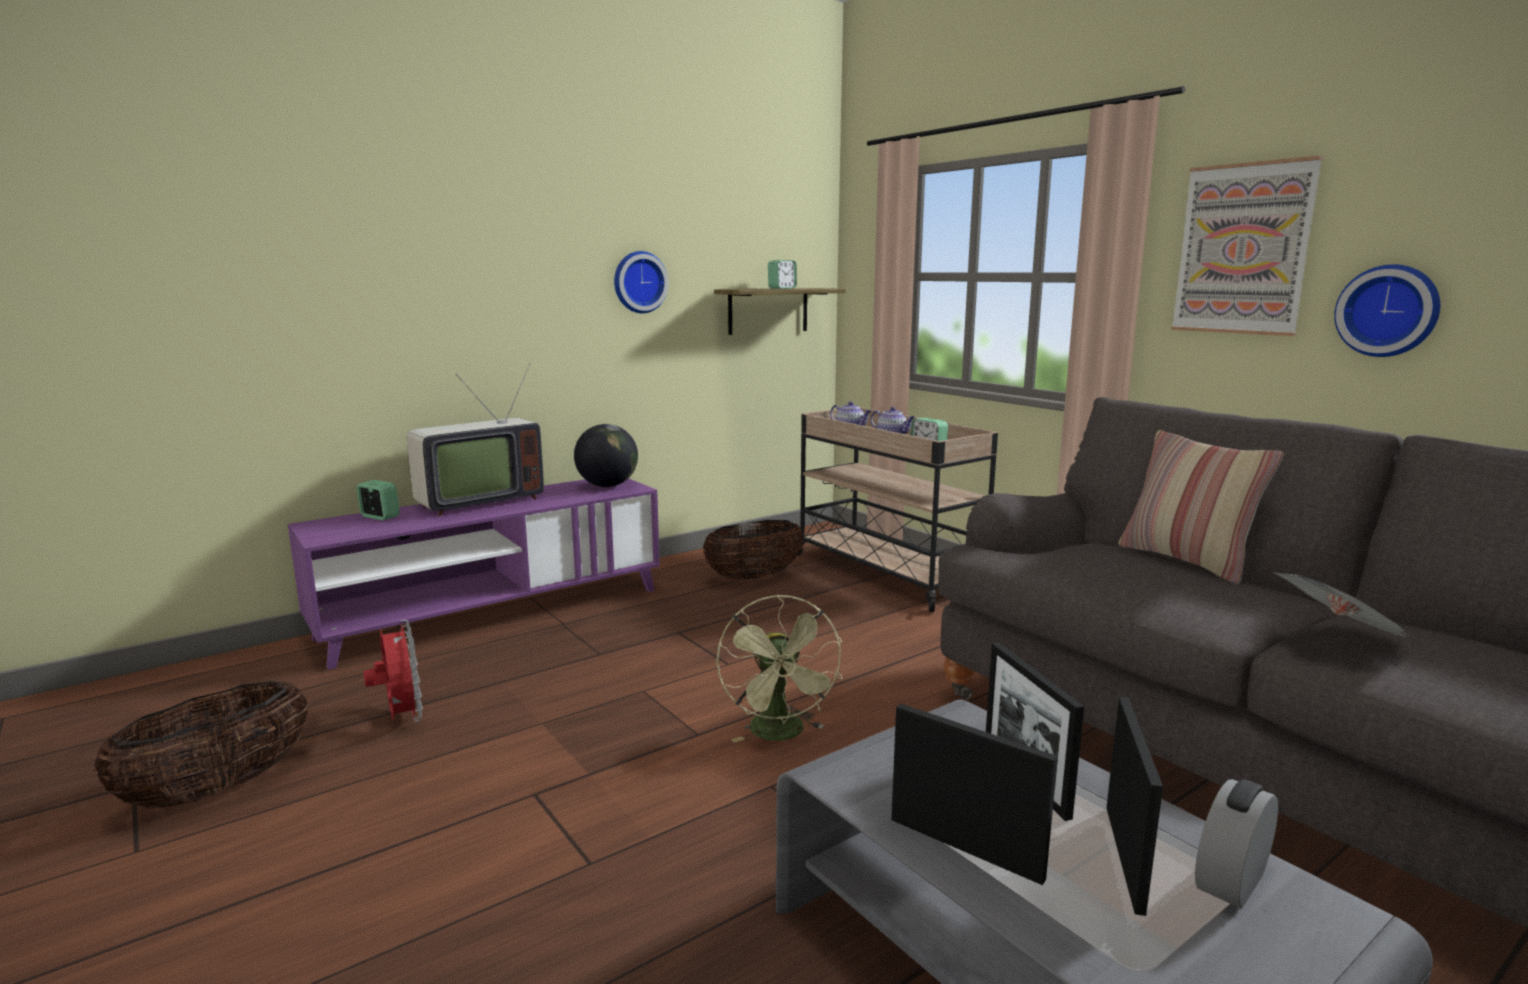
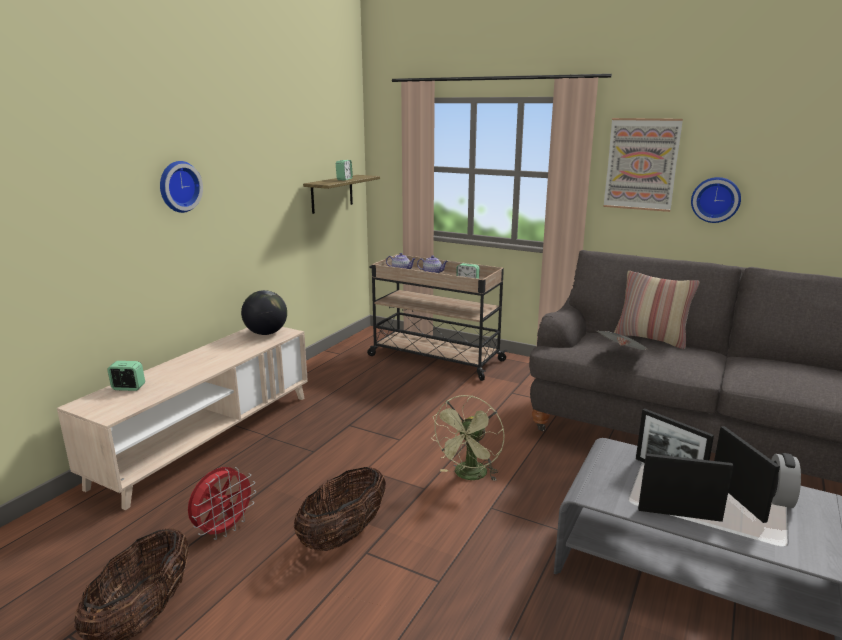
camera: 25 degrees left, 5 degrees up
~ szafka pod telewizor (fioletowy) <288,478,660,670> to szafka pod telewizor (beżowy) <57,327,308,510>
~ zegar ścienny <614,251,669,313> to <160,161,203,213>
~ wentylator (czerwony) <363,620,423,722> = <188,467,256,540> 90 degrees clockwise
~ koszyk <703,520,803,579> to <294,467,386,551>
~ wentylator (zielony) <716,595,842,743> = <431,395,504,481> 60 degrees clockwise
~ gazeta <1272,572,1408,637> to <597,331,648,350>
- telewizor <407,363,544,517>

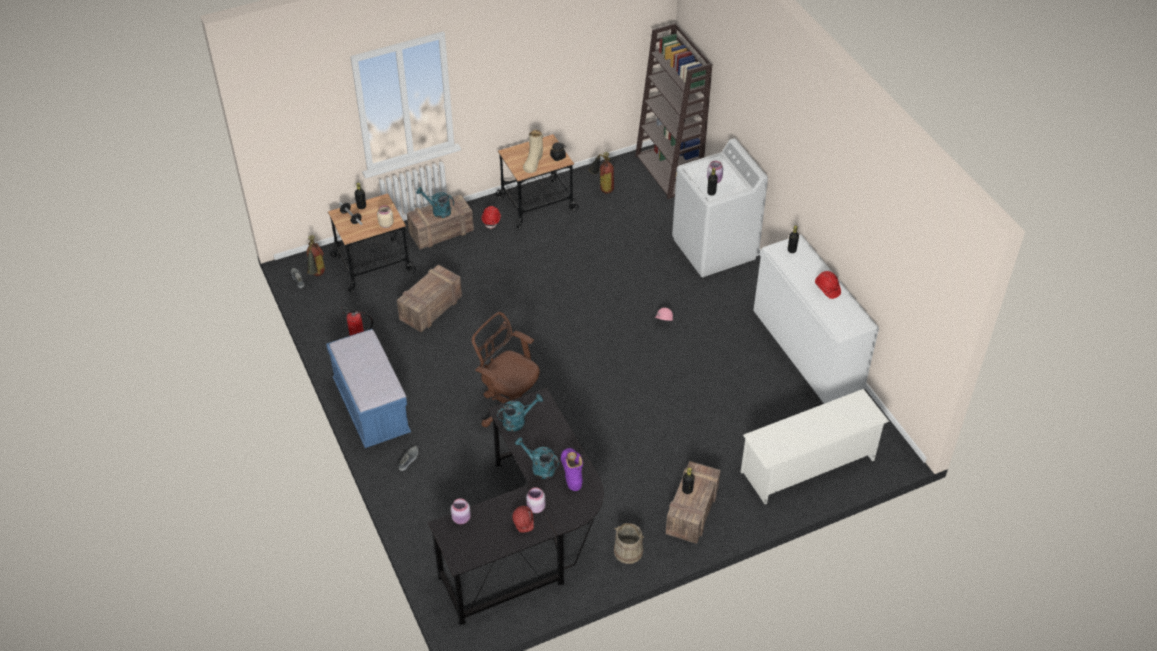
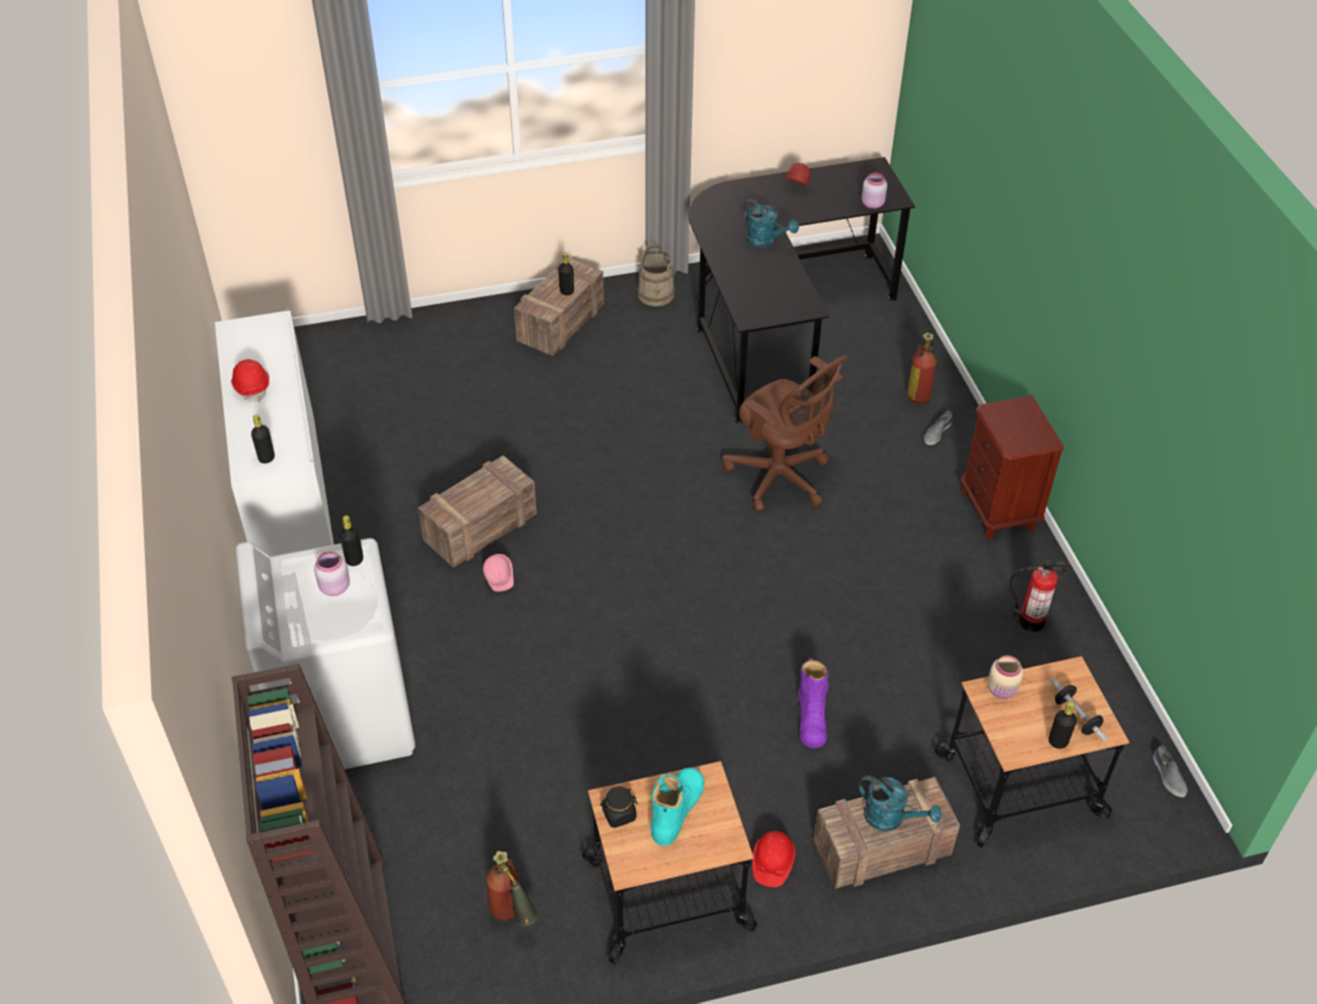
camera: 170 degrees left, 0 degrees up
~ skrzynka <397,264,462,332> to <418,455,537,568>
~ but z cholewką (beżowy) <523,129,543,173> to but z cholewką (turkusowy) <650,768,704,846>
~ but z cholewką (fioletowy) <561,448,583,491> to <798,658,829,748>
~ gaśnica <307,235,325,276> to <907,333,937,404>
~ ławka (niebieski) <326,329,411,448> to szafka nocna (brązowy) <961,395,1064,540>
- konewka (turkusowy) <497,394,543,431>
- słoik (różowy) <526,487,546,513>
- regał na buty (biały) <741,389,889,504>

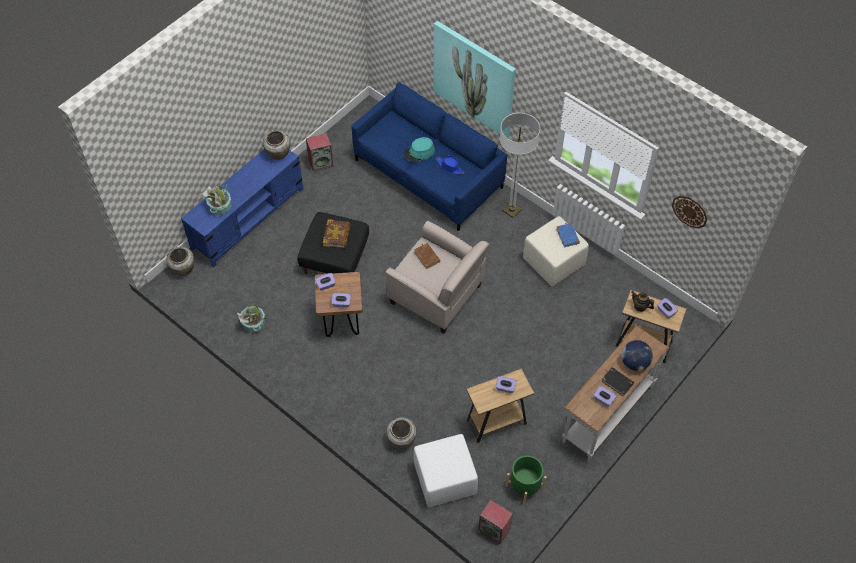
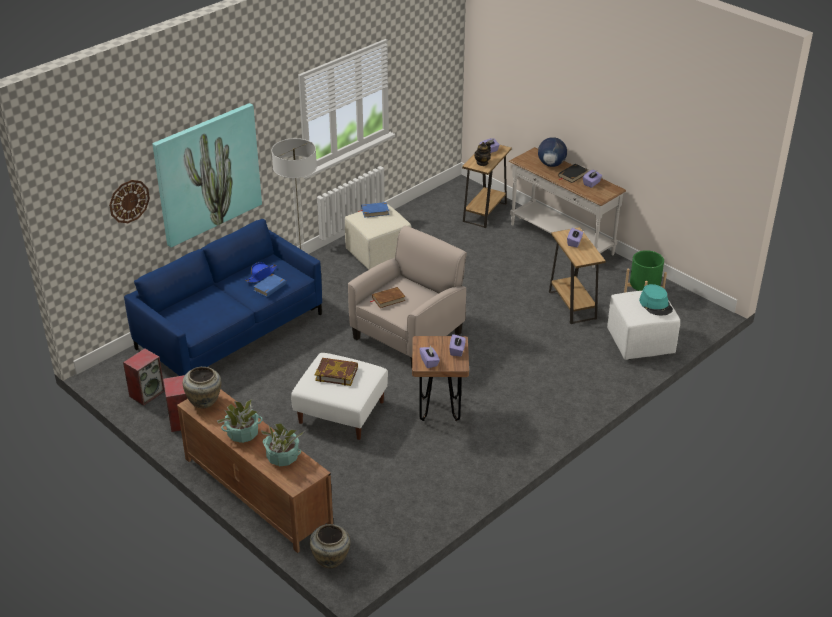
camera: 85 degrees left, 20 degrees down
~ zegar ścienny <672,196,707,229> to <109,180,150,223>
~ głośnik <478,500,513,544> to <123,348,165,406>
~ szafka pod telewizor (niebieski) <181,149,303,268> to szafka pod telewizor (brązowy) <177,389,333,553>
~ roślina doniczkowa <237,301,270,333> to <217,399,263,443>
+ książka (niebieski) <253,274,286,297>
~ pufa (czarny) <297,212,369,274> to pufa (biały) <291,353,388,440>
~ kapelusz (turkusowy) <404,137,435,162> to <639,284,673,315>
- wazon (beżowy) <386,417,417,449>

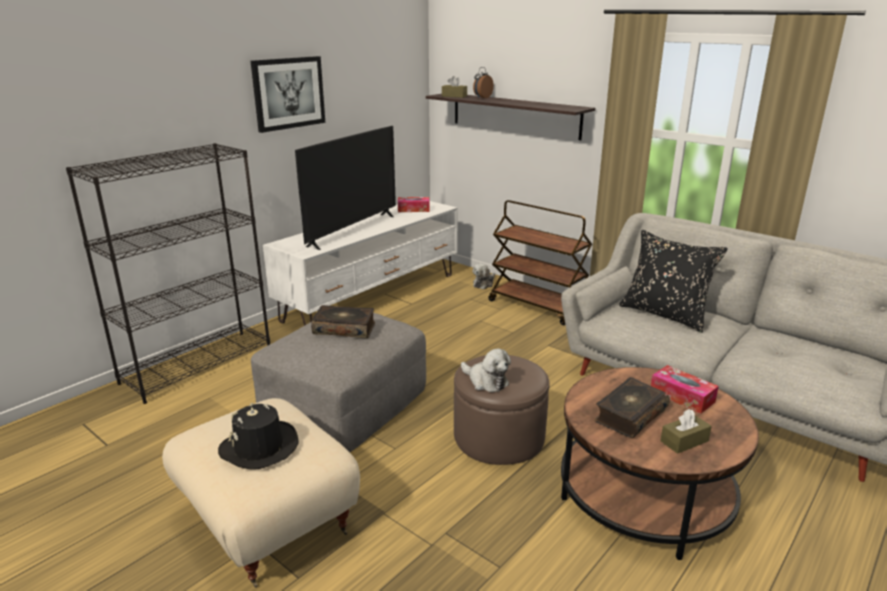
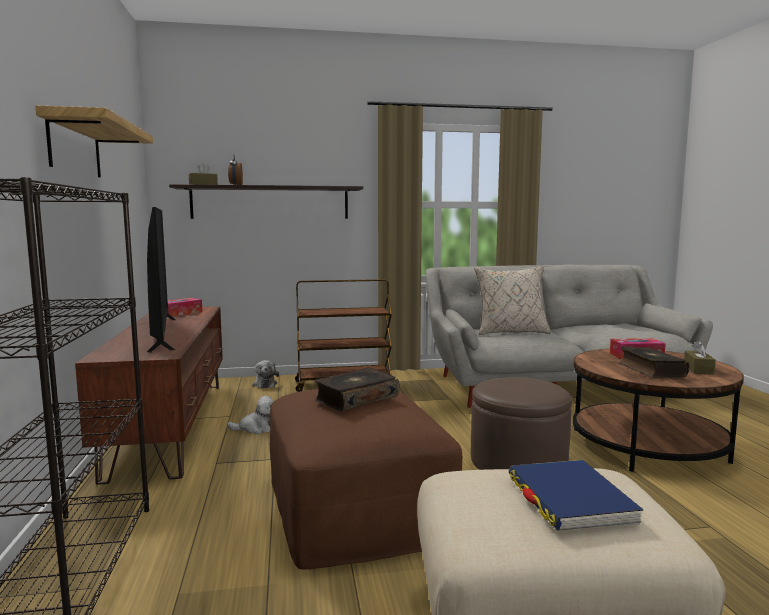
camera: 50 degrees left, 15 degrees down
~ obraz <251,56,325,133> to półka <35,106,153,177>
~ szafka pod telewizor (biały) <263,201,458,326> to szafka pod telewizor (brązowy) <75,307,223,485>
~ pluszak <461,348,511,392> to <227,396,273,434>
~ pufa (szary) <251,313,426,452> to pufa (brązowy) <270,389,462,569>
~ poduszka (czarny) <619,230,728,333> to poduszka (beżowy) <474,266,551,335>
~ kapelusz (czarny) <218,403,299,470> to książka (niebieski) <509,460,644,531>

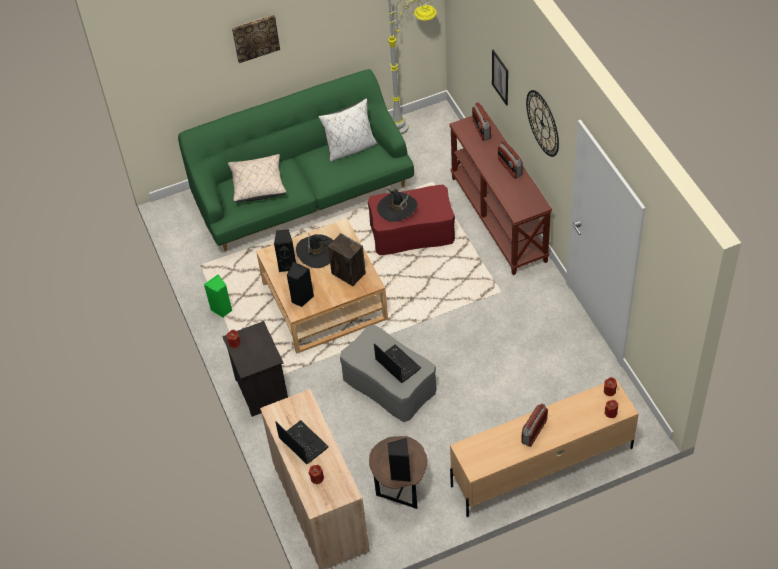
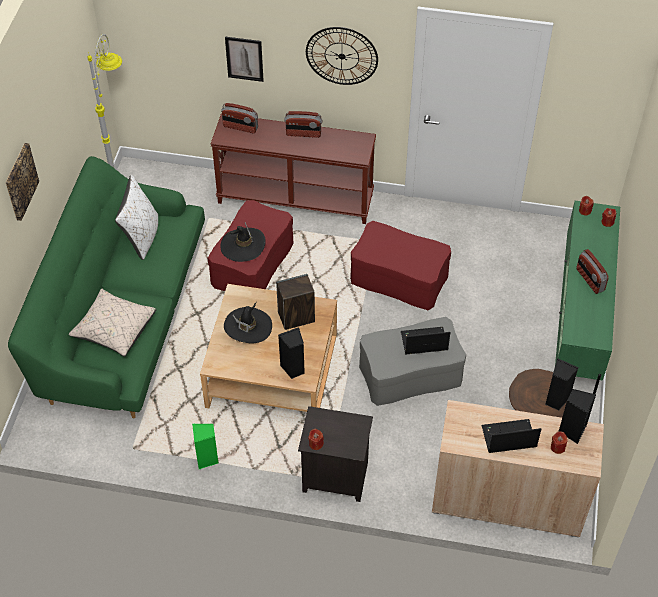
camera: 60 degrees left, 0 degrees up
+ pufa (czerwony) <350,221,451,310>
~ szafka pod telewizor (beżowy) <450,379,639,517> to szafka pod telewizor (zielony) <555,201,620,394>
~ głośnik (czarny) <274,229,296,272> to <558,389,596,444>

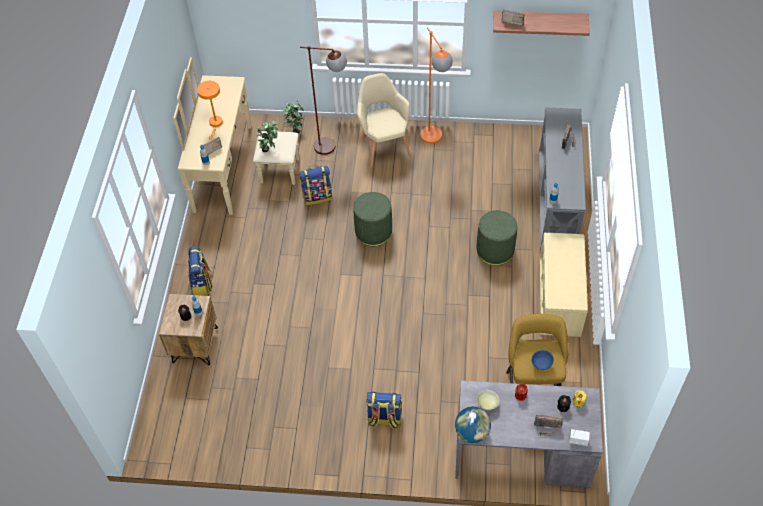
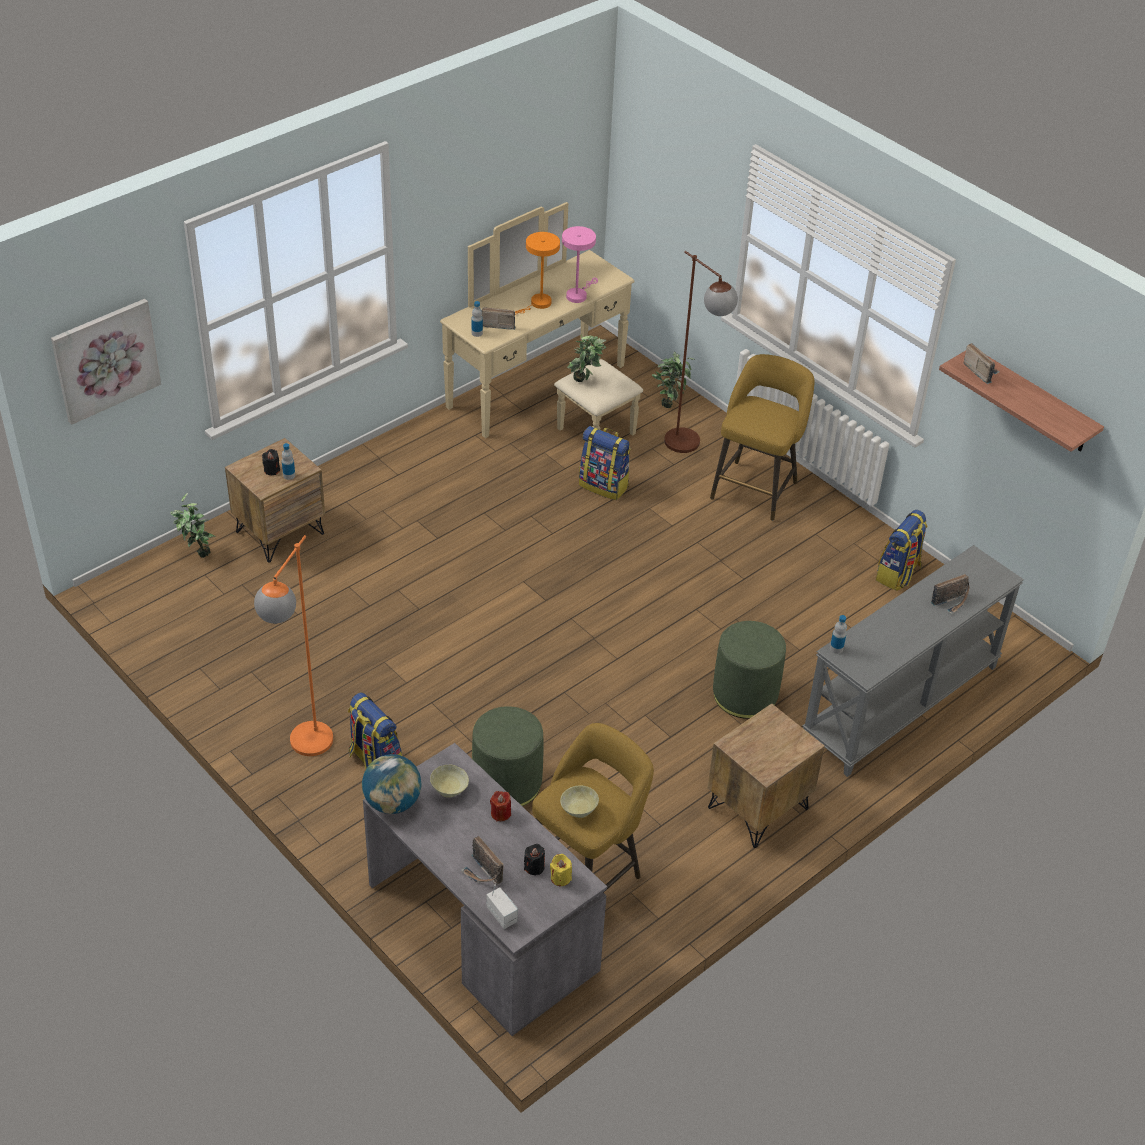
camera: 40 degrees right, 10 degrees down
+ obraz <51,299,161,425>
+ roślina doniczkowa <170,493,215,558>
~ lampa stojąca (pomarańczowy) <420,27,453,144> to <254,535,333,756>
~ pufa (zielony) <353,192,392,246> to <472,706,543,807>
~ miska (niebieski) <531,350,554,370> to miska (beżowy) <560,785,599,818>
+ lampa stołowa (różowy) <562,226,598,303>
~ ławka (beżowy) <539,233,588,337> to szafka nocna (brązowy) <707,703,825,848>
~ fotel (beżowy) <357,73,411,168> to stołek (żółty) <710,354,814,521>
~ plecak <188,246,213,295> to <876,510,927,591>

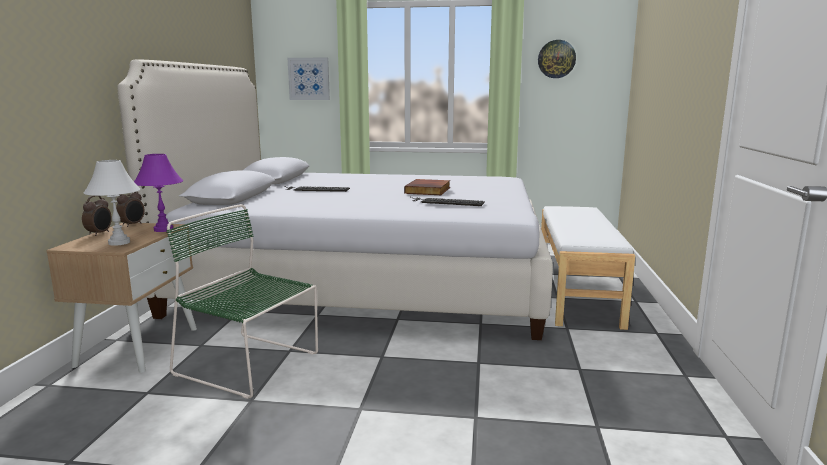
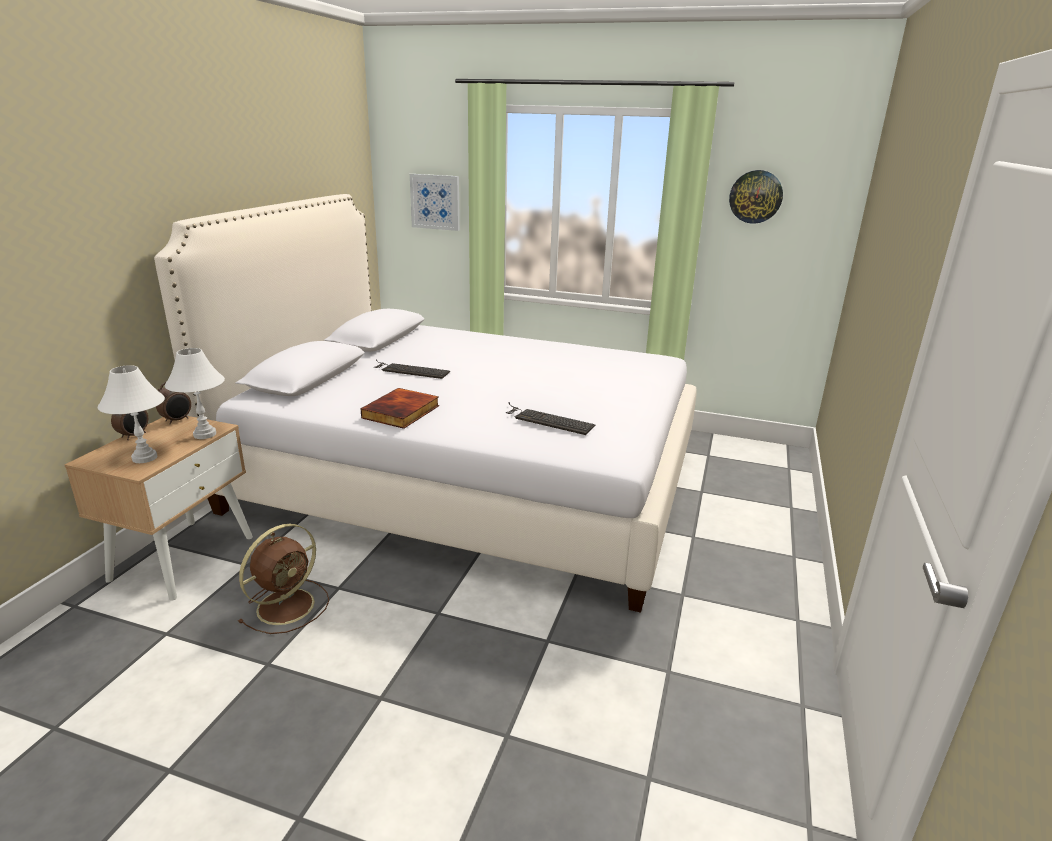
camera: 10 degrees right, 10 degrees up
~ lampa stołowa (fioletowy) <134,154,183,232> to lampa stołowa (biały) <165,348,225,439>
~ krzesło (zielony) <167,204,318,399> to wentylator (brązowy) <238,524,329,634>
~ książka <404,179,450,195> to <360,388,439,429>
- ławka (biały) <541,206,635,330>

